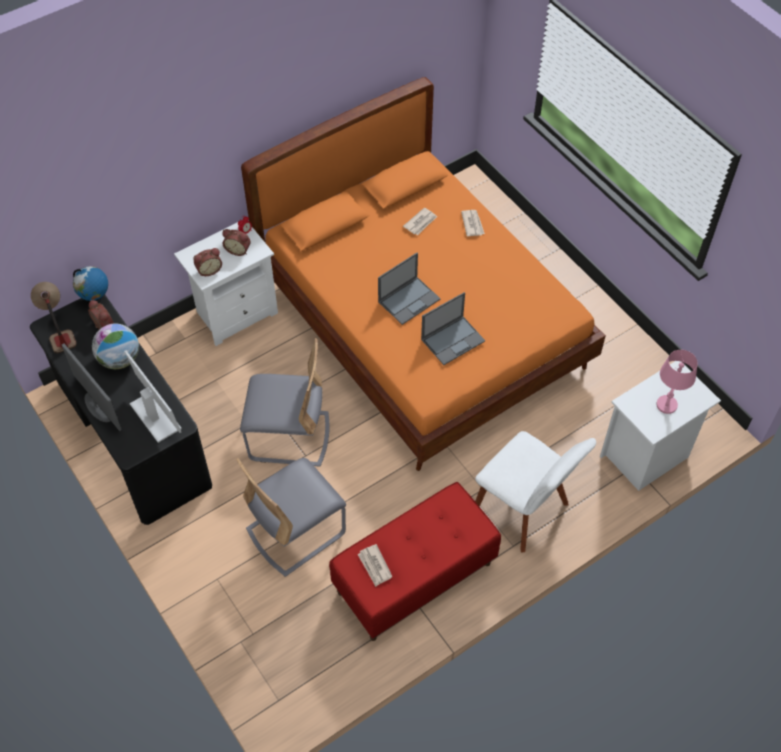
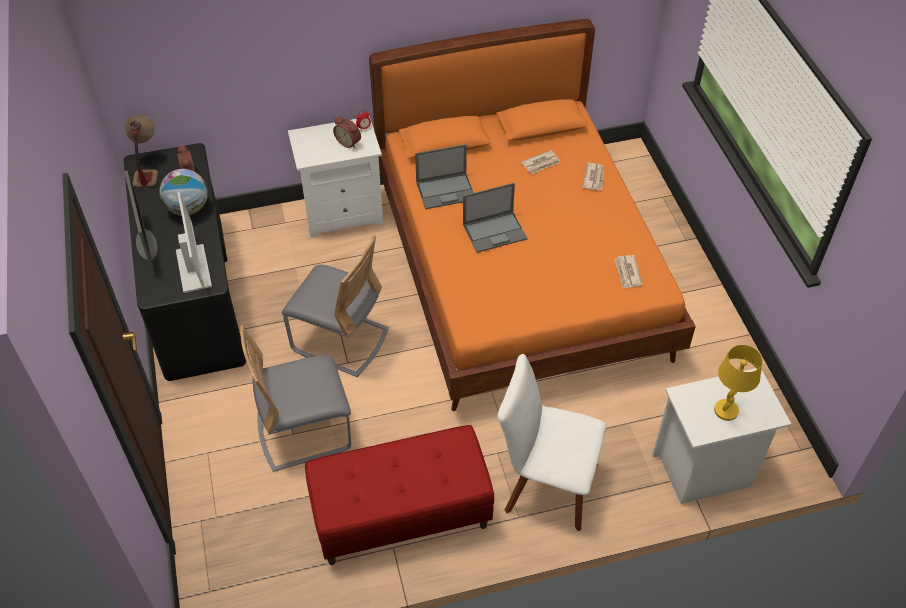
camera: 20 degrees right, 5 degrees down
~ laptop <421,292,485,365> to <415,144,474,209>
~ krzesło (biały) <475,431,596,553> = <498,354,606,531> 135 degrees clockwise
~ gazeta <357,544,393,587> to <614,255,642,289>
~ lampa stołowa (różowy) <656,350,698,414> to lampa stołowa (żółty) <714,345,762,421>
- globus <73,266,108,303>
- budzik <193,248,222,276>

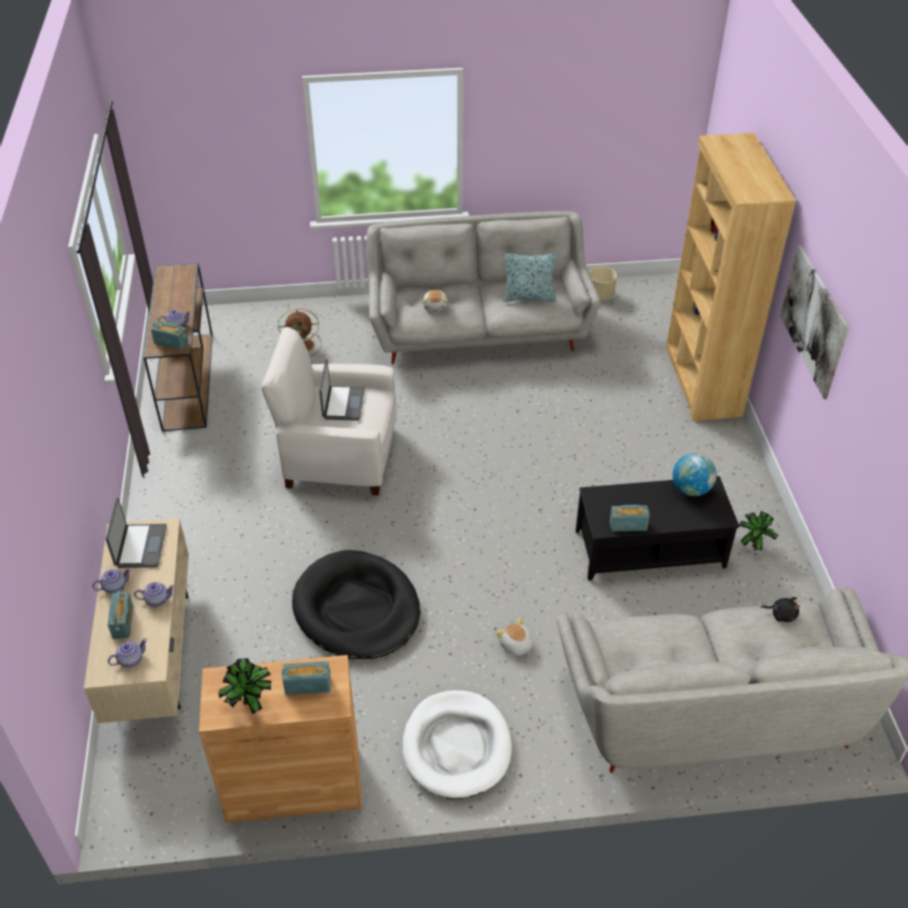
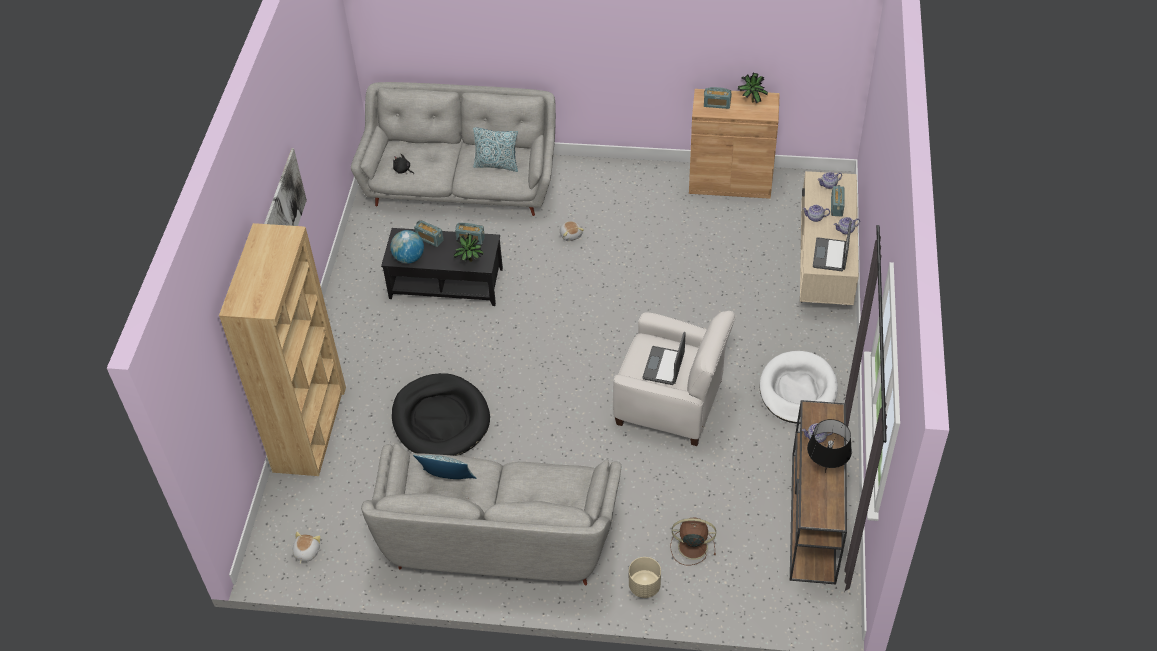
camera: 165 degrees left, 5 degrees up
~ pluszak <423,290,448,311> to <293,532,321,564>
~ legowisko (czarny) <292,550,420,659> to <392,373,490,456>
~ radio <151,321,189,350> to <414,220,444,247>
~ roślina doniczkowa <739,511,779,550> to <454,234,483,262>
+ poduszka <473,127,518,172>
~ donica (beżowy) <589,267,617,301> to <629,557,661,598>
~ legowisko (biały) <403,690,512,799> to <760,351,838,424>
+ lampa stołowa (czarny) <807,419,852,473>

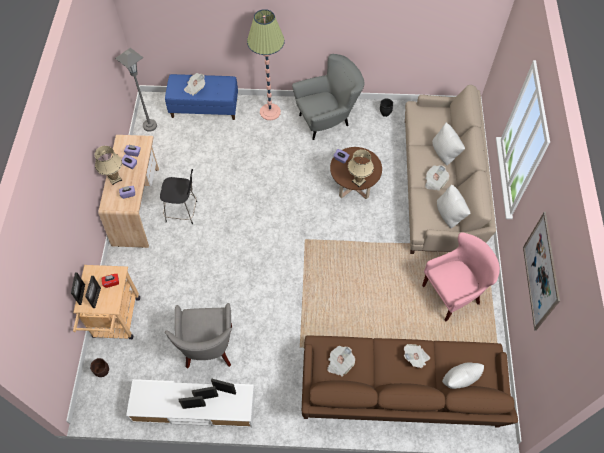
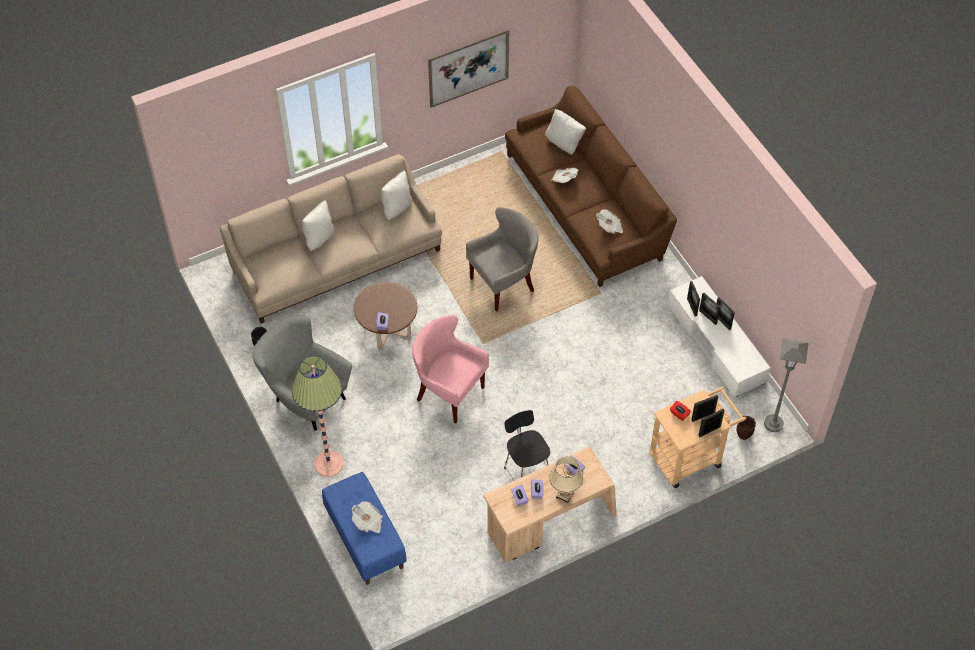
camera: 120 degrees left, 5 degrees down
~ fotel (różowy) <422,232,500,322> to <412,315,489,424>
~ fotel (szary) <165,303,232,369> to <466,207,539,312>
~ lampa stojąca (szary) <115,48,157,132> to <764,338,808,432>
- lampa stołowa (beżowy) <348,149,374,187>
- gazeta <425,165,449,191>

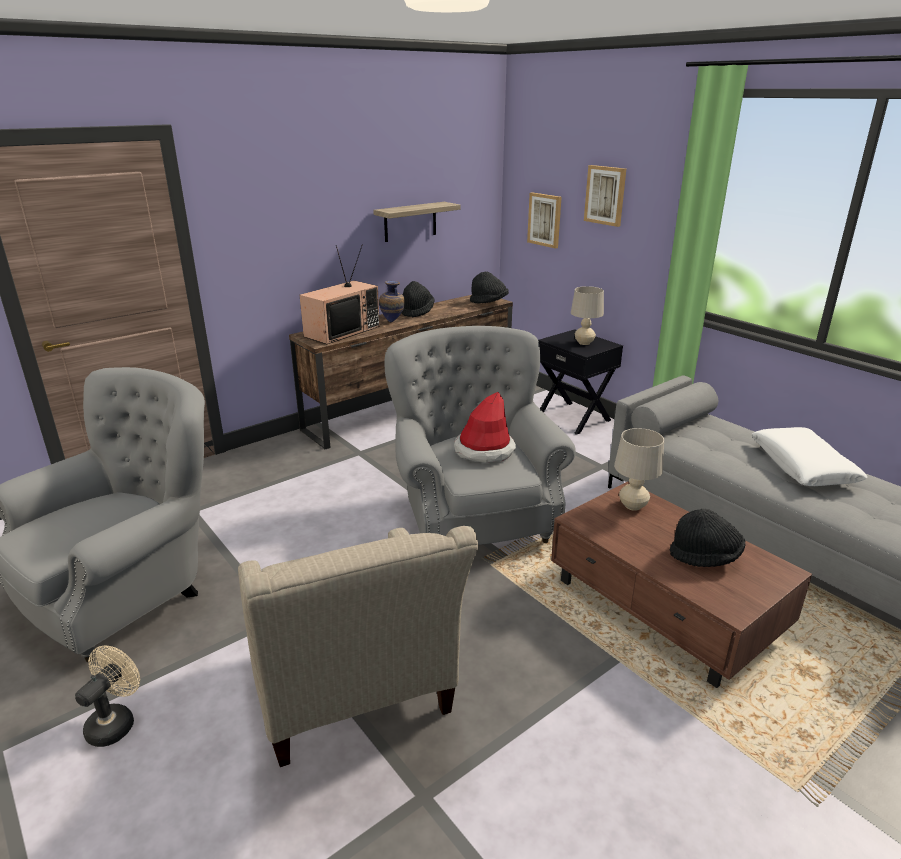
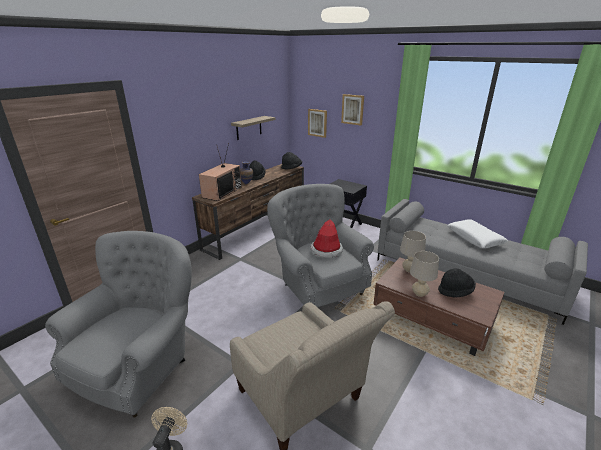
camera: 15 degrees left, 0 degrees up
~ lampa stołowa (beżowy) <571,286,604,345> to <410,251,439,297>

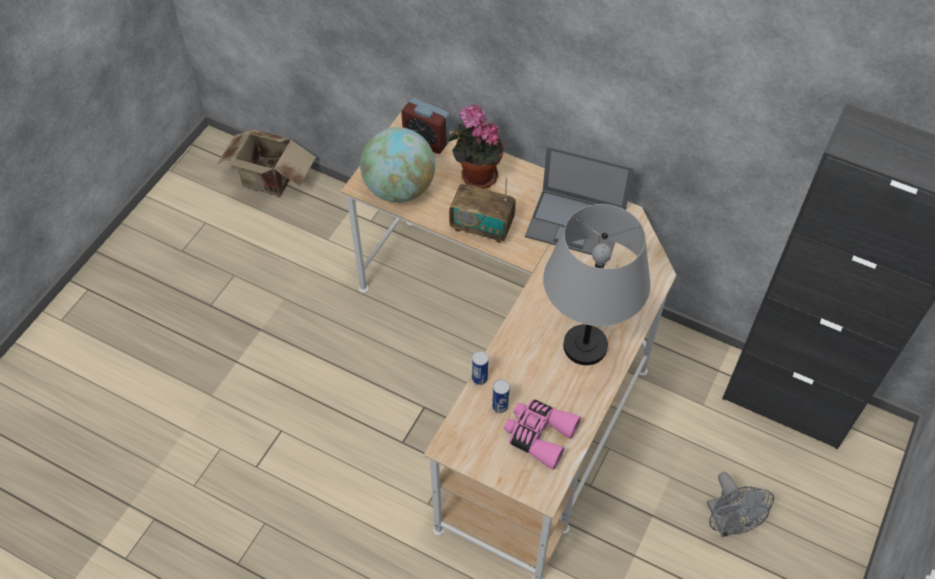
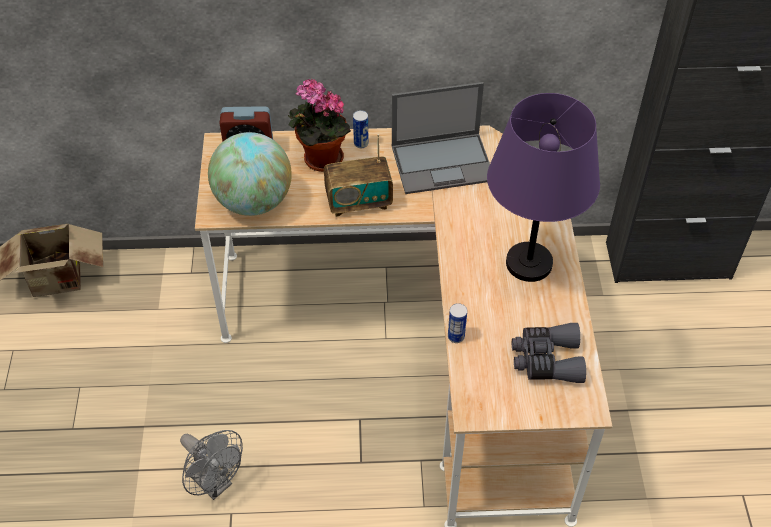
camera: 30 degrees left, 5 degrees down
~ wentylator (szary) <707,472,774,537> to <180,430,243,500>
~ puszka <492,379,510,413> to <353,110,369,148>
~ lampa stołowa (szary) <543,204,651,365> to lampa stołowa (fioletowy) <487,93,600,282>
~ lornetka (różowy) <504,399,581,470> to lornetka (szary) <512,323,586,383>

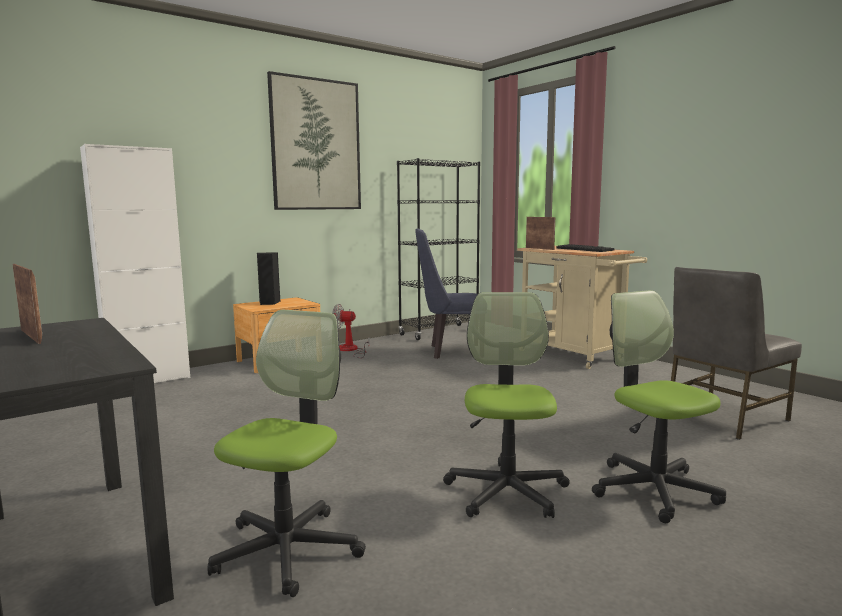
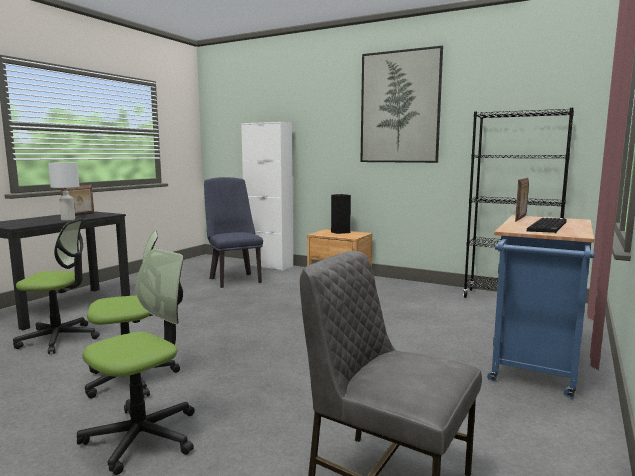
camera: 65 degrees right, 0 degrees up
+ lampa stołowa (biały) <48,162,80,221>
~ krzesło (niebieski) <415,228,478,359> to <204,177,263,288>
~ wózek (beżowy) <517,246,647,369> to wózek (niebieski) <487,215,595,398>
- wentylator <332,304,370,358>

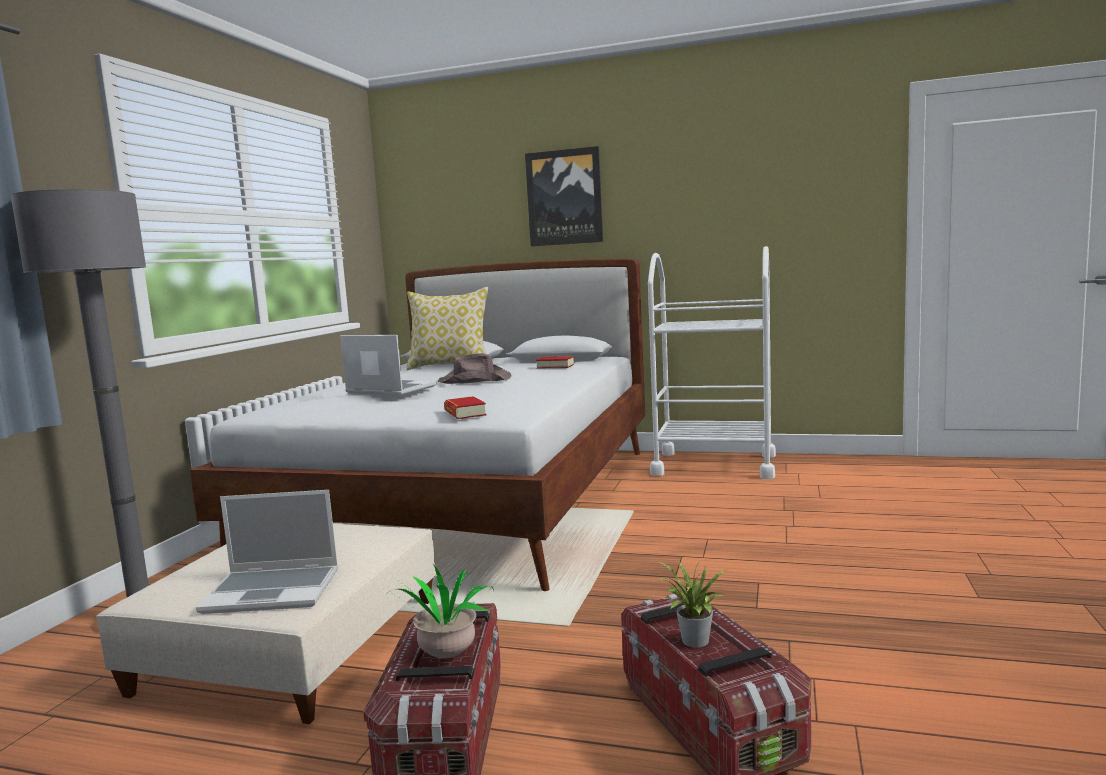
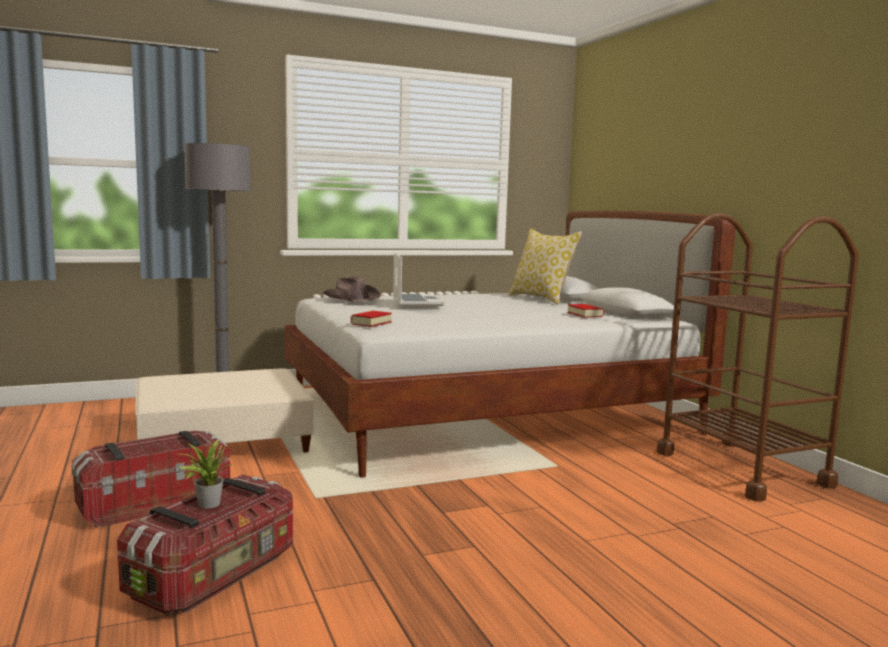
camera: 50 degrees right, 0 degrees up
~ kapelusz (brązowy) <438,353,511,384> to <323,277,381,302>
~ wózek (biały) <648,246,776,479> to wózek (brązowy) <657,213,859,501>
- laptop <196,490,338,614>
- roślina doniczkowa <386,564,494,659>
- obraz <525,146,603,246>

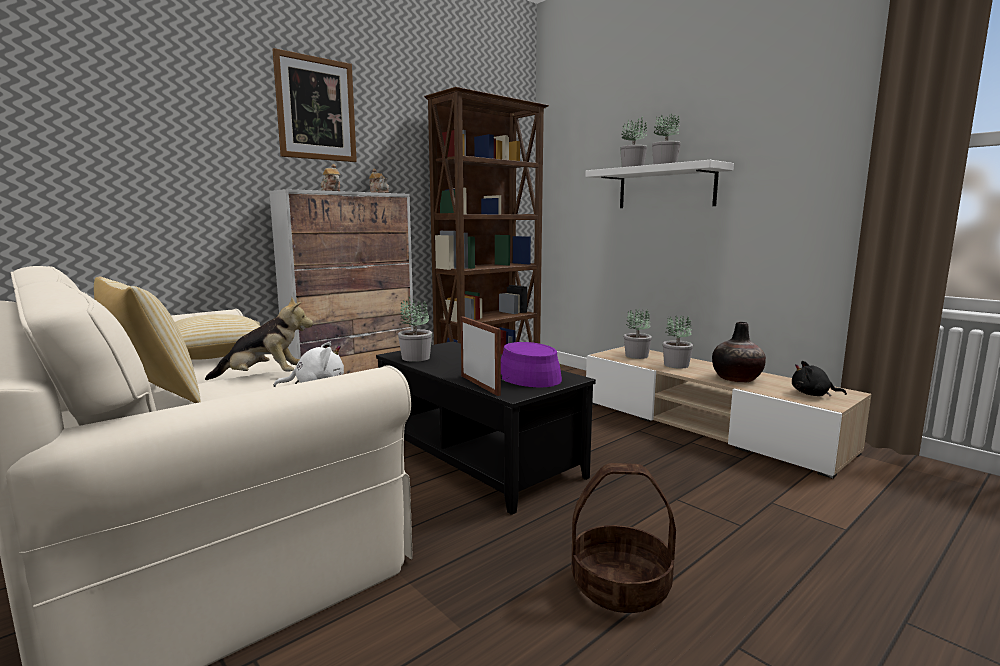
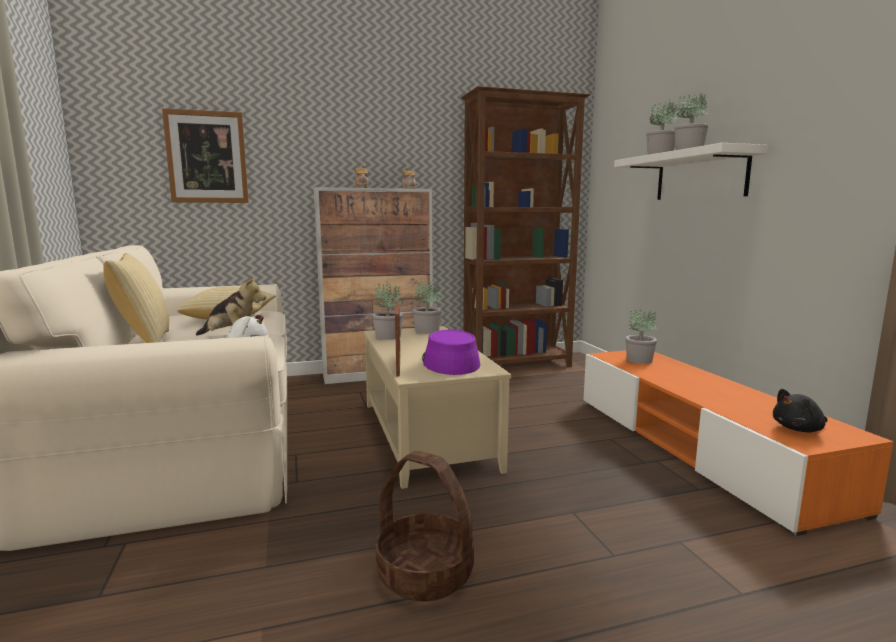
camera: 25 degrees right, 0 degrees up
~ obraz <272,48,357,162> to <162,108,249,203>
~ ława (czarny) <376,341,596,515> to ława (beżowy) <364,326,511,489>
~ roślina doniczkowa <663,316,693,368> to <413,280,442,334>
~ szafka pod telewizor (beżowy) <586,346,871,479> to szafka pod telewizor (pomarańczowy) <583,350,894,536>
~ pluszak (czarny) <792,361,847,397> = <773,389,828,432> 60 degrees counterclockwise
- wazon <712,322,766,382>

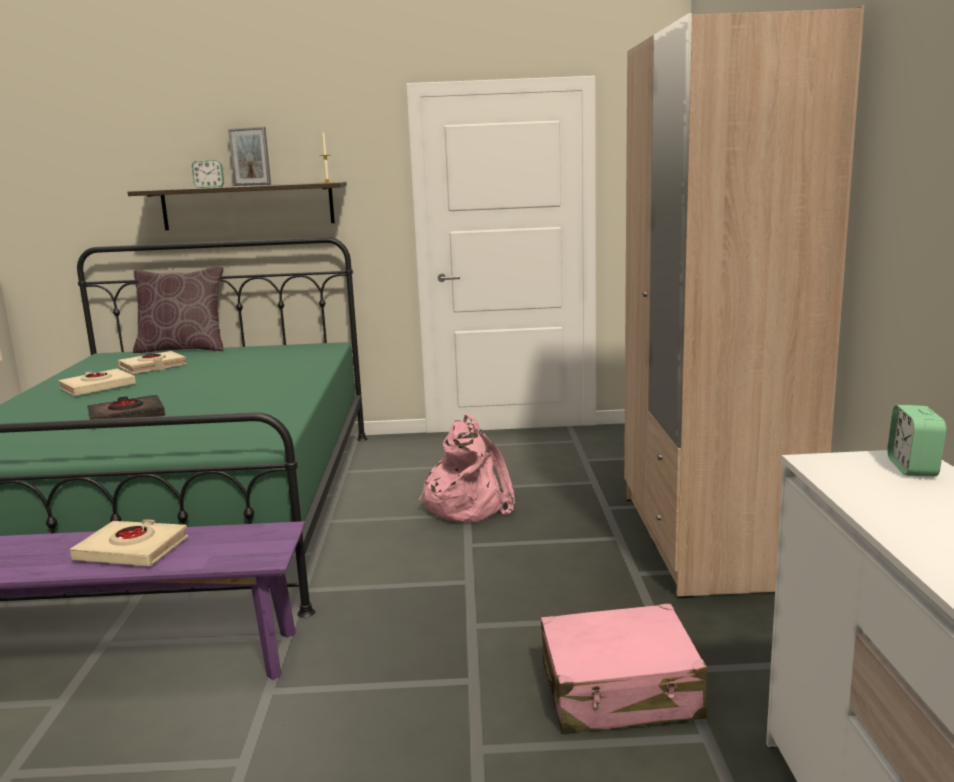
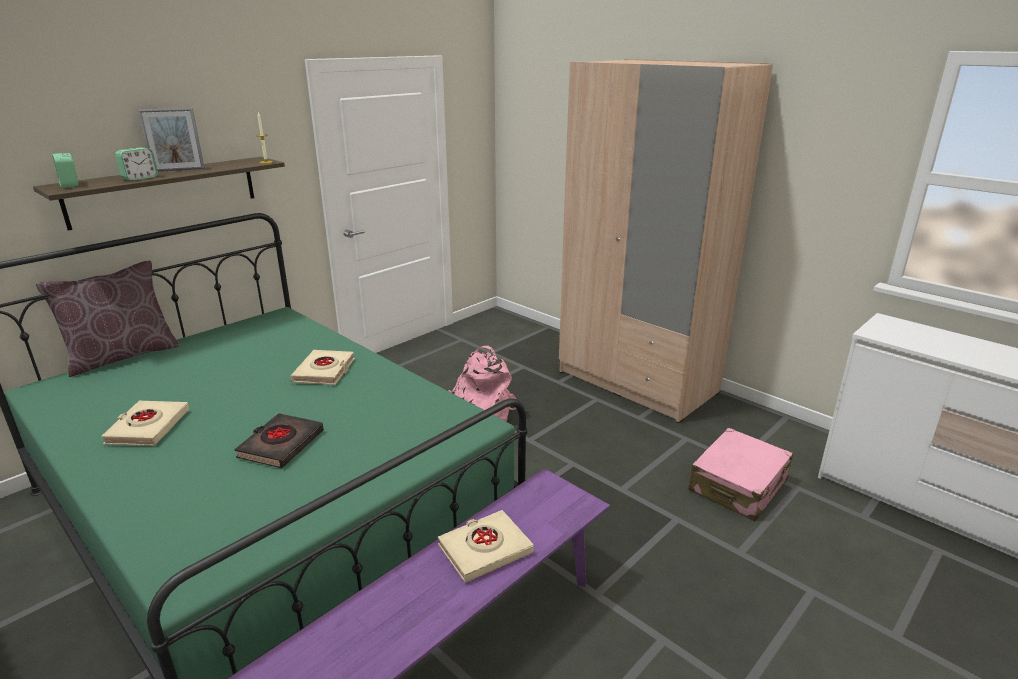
camera: 45 degrees left, 10 degrees up
~ budzik <887,405,946,476> to <52,153,79,188>
~ książka (beżowy) <117,351,187,374> to <290,350,355,385>

